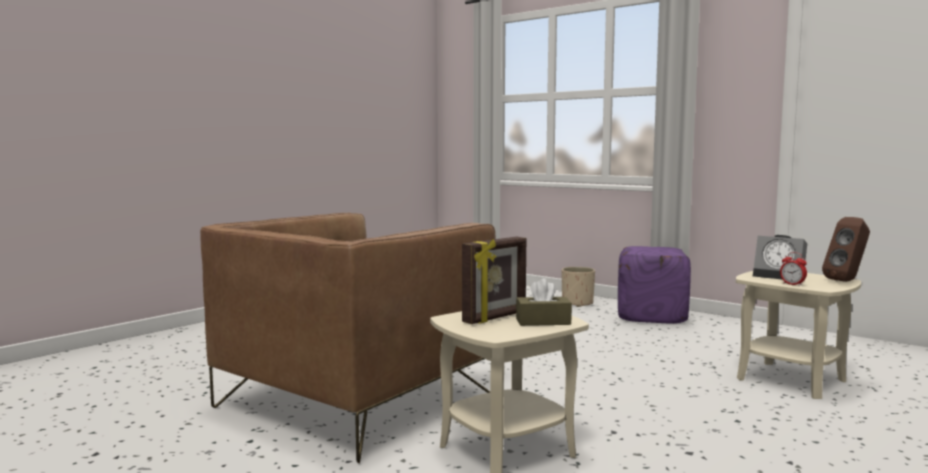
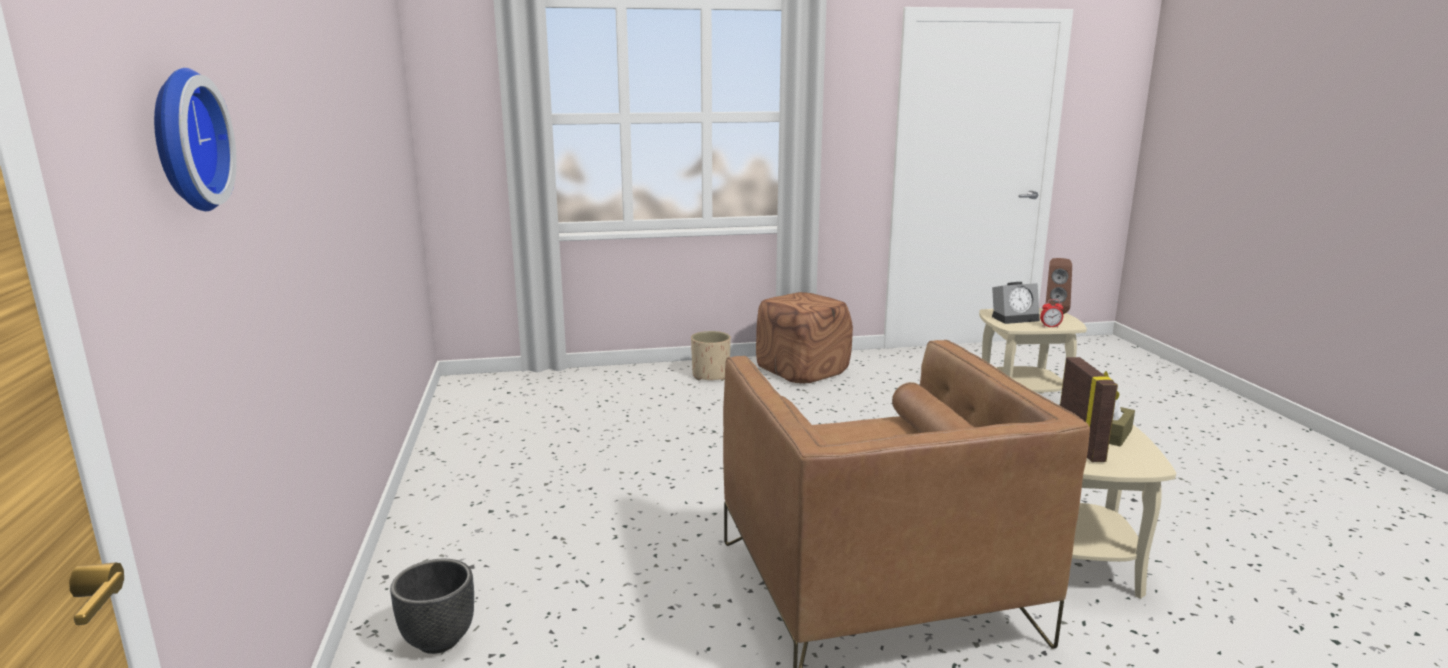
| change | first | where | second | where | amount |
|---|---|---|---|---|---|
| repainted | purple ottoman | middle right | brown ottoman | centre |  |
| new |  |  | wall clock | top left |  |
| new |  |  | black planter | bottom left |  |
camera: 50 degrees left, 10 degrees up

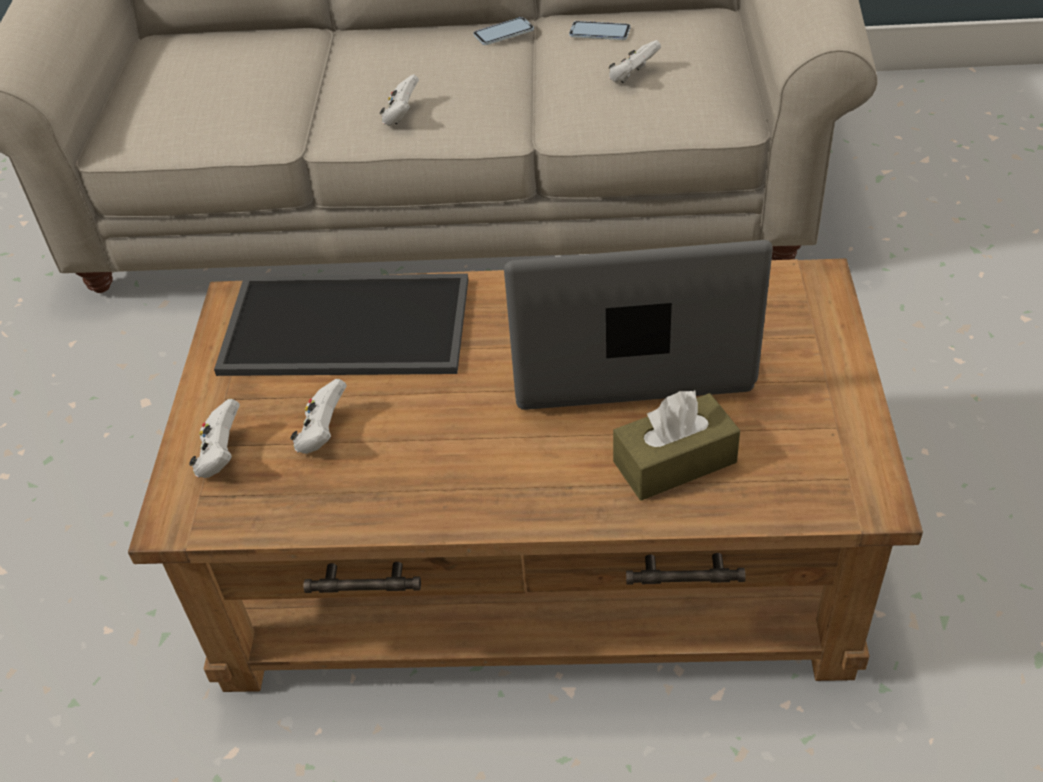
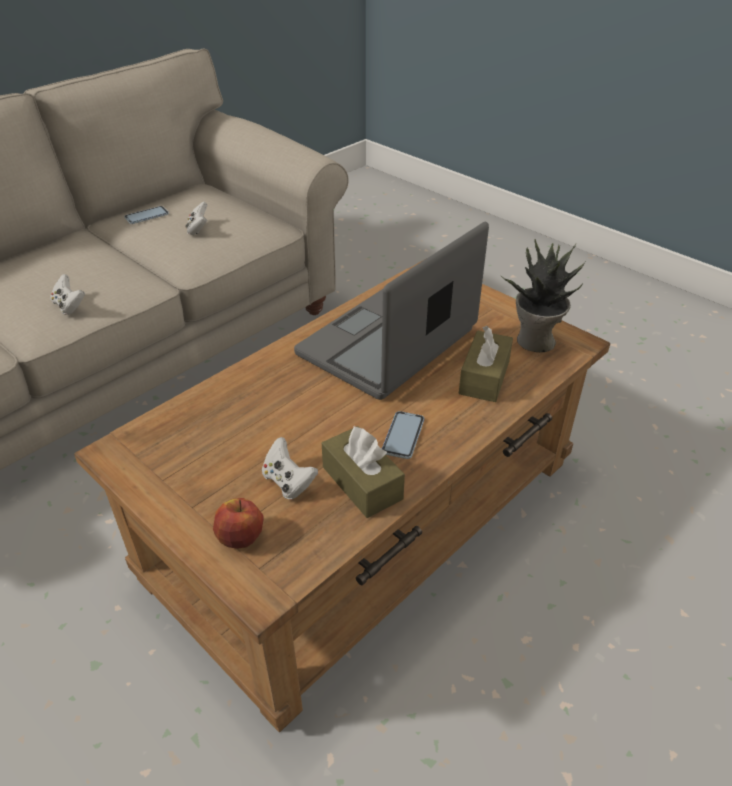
| change | first | where | second | where | amount |
|---|---|---|---|---|---|
| shifted | phone (no. 1 from left in the first image) | top centre | phone (no. 2 from left) | centre |  |
| gone | tray | middle left |  |  |  |
| swapped | white game controller (no. 1 from left) | middle left | apple | middle left |  |
| new |  |  | potted plant | middle right |  |
| new |  |  | brown tissue box (no. 1 from left) | centre |  |
camera: 50 degrees left, 5 degrees down

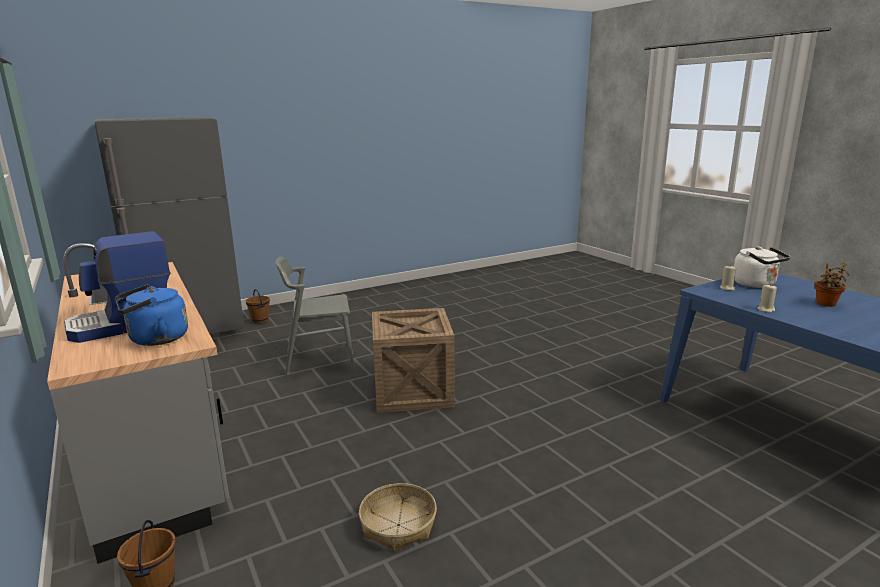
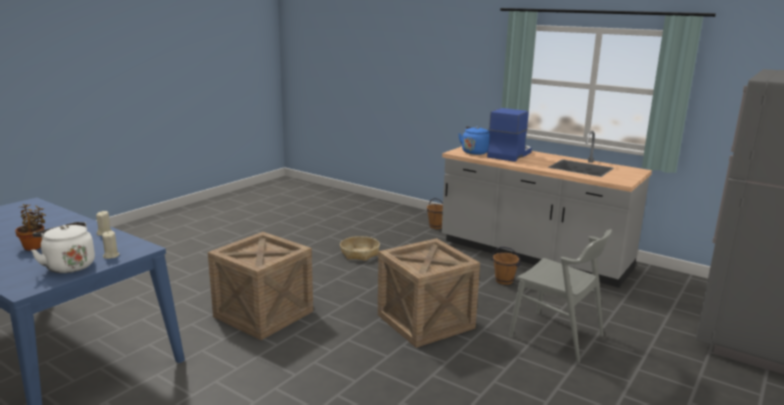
| change | first | where | second | where | amount |
|---|---|---|---|---|---|
| rotated | grey chair | centre |  | bottom right | 75 degrees clockwise |
| shifted | brown bucket (no. 2 from left) | middle left |  | centre |  |
| new |  |  | crate (no. 1 from left) | bottom left |  |
camera: 155 degrees right, 0 degrees up

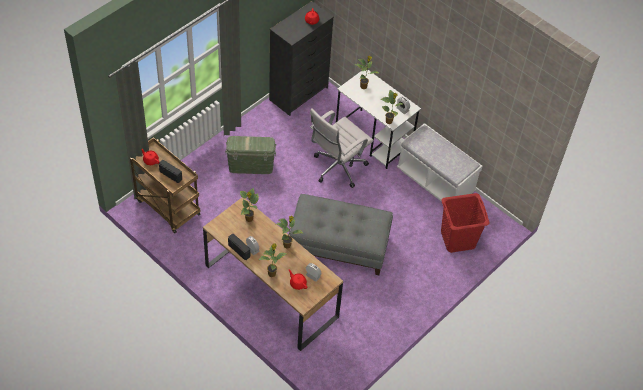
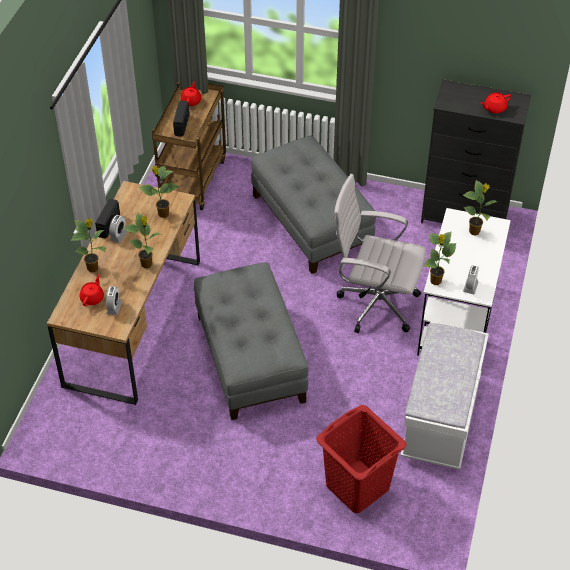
| change | first | where | second | where | amount |
|---|---|---|---|---|---|
| swapped | green storage box | centre | grey ottoman (no. 2 from left) | centre |  |
camera: 65 degrees right, 5 degrees down

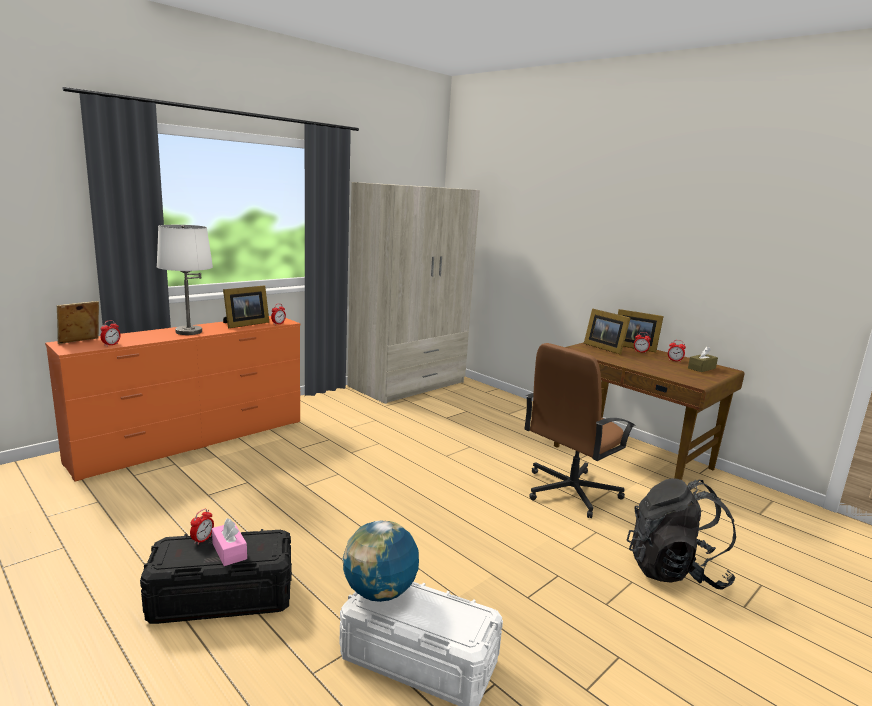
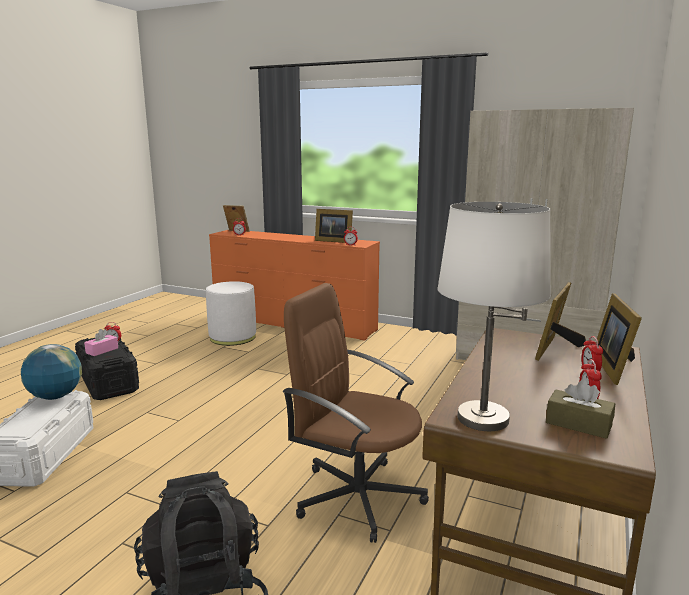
| change | first | where | second | where | amount |
|---|---|---|---|---|---|
| shifted | white table lamp | middle left |  | middle right |  |
| new |  |  | white ottoman | centre |  |
camera: 70 degrees right, 0 degrees up

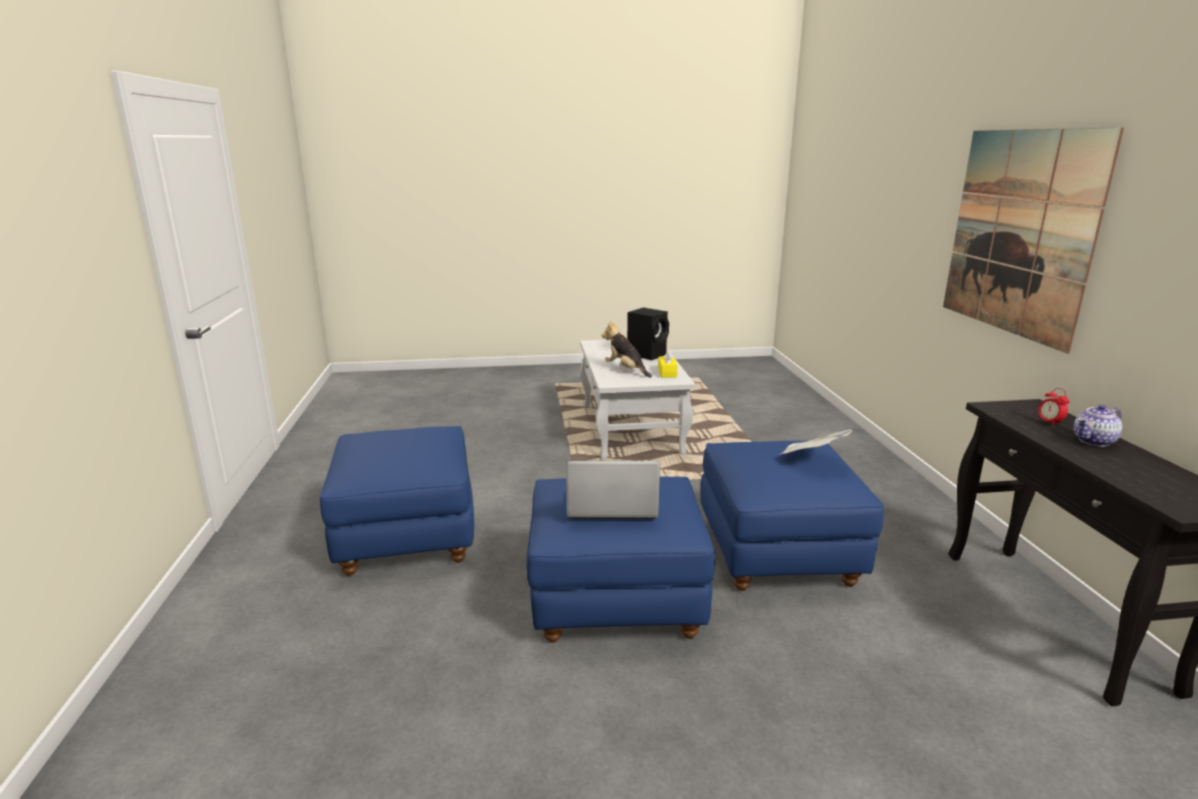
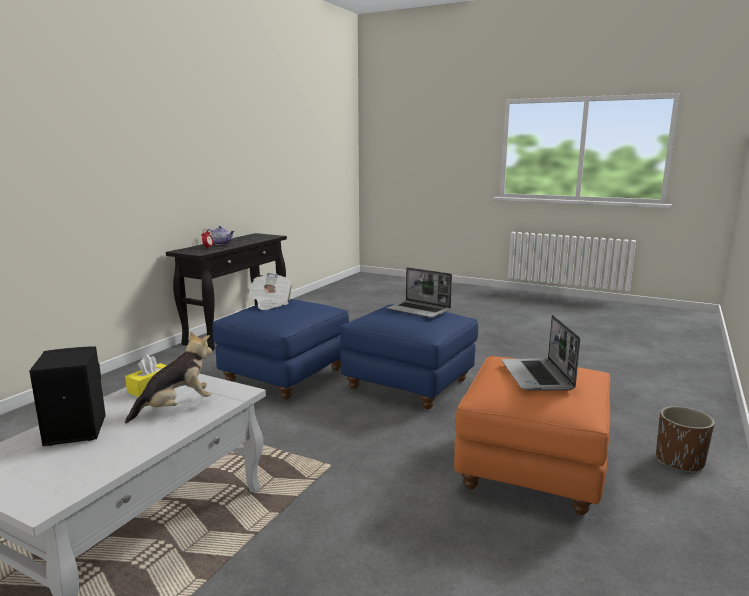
| change | first | where | second | where | amount |
|---|---|---|---|---|---|
| gone | picture | top right |  |  |  |
| rotated | plush toy | centre |  | middle left | 120 degrees counterclockwise |
| repainted | blue ottoman (no. 1 from left) | middle left | orange ottoman | bottom right |  |
| new |  |  | laptop (no. 2 from left) | middle right |  |
| new |  |  | brown planter | bottom right |  |
camera: 145 degrees left, 5 degrees down

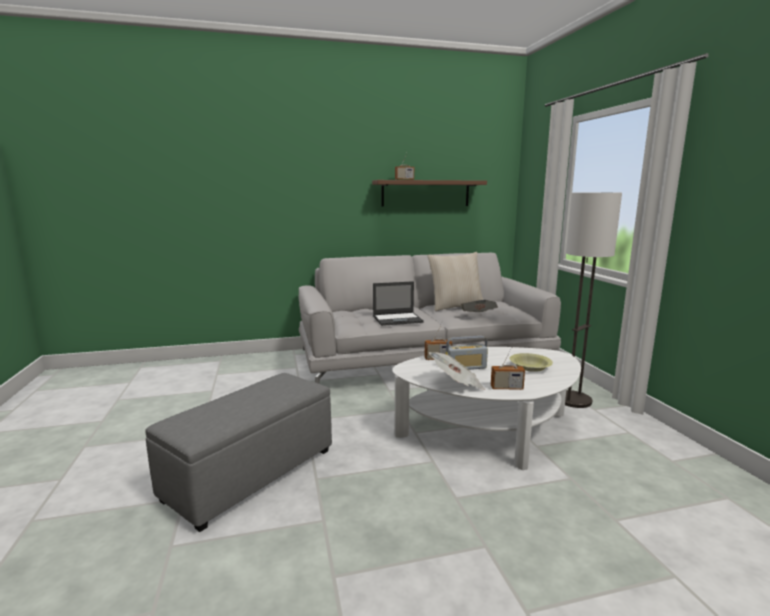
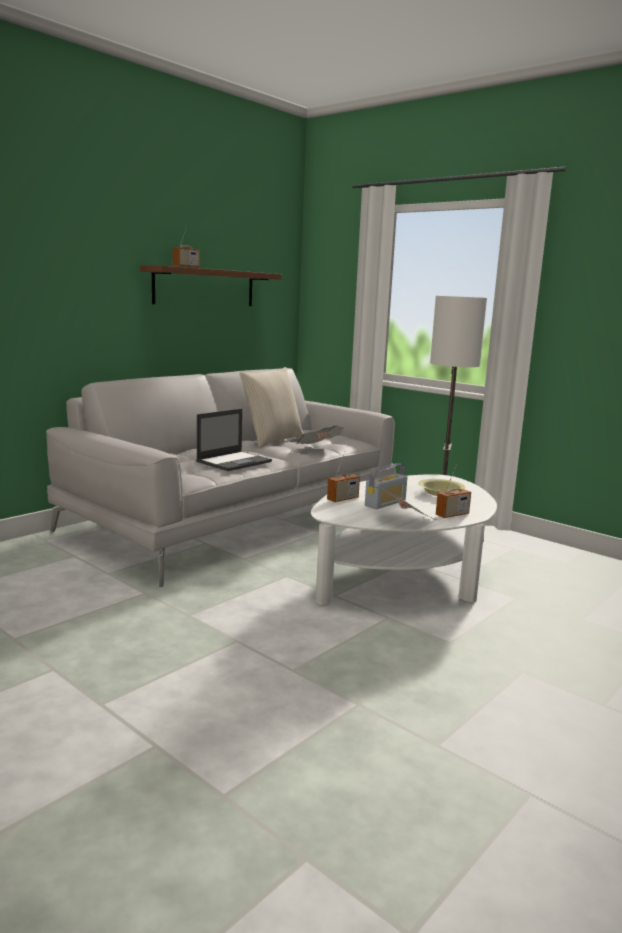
| change | first | where | second | where | amount |
|---|---|---|---|---|---|
| gone | grey ottoman | bottom left |  |  |  |
camera: 35 degrees left, 0 degrees up

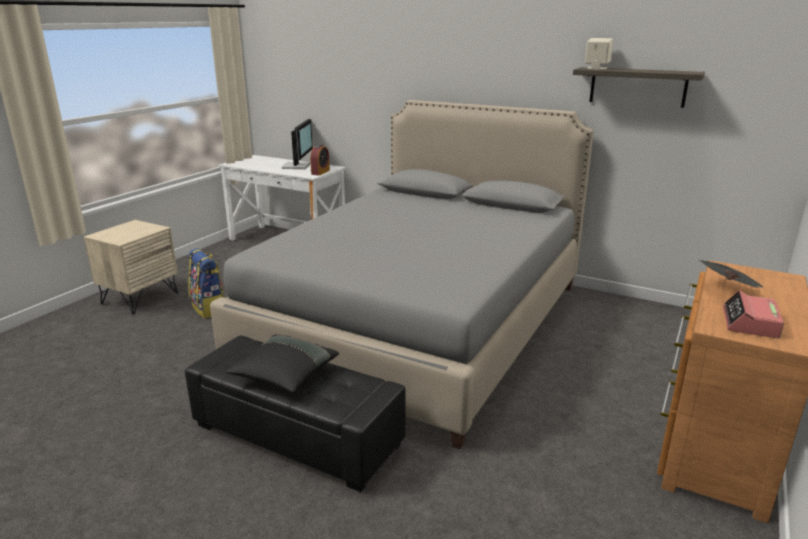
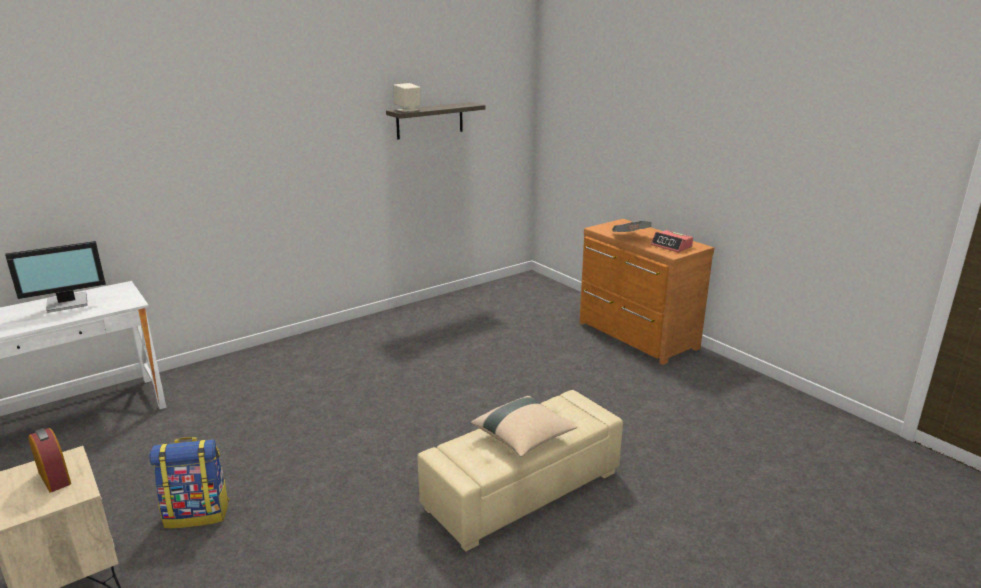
| change | first | where | second | where | amount |
|---|---|---|---|---|---|
| gone | grey bed | centre |  |  |  |
| rotated | monitor | top centre |  | middle left | 120 degrees clockwise |
| shifted | alarm clock (no. 1 from left) | top centre |  | bottom left |  |
| repainted | black ottoman | bottom centre | beige ottoman | bottom centre |  |
| repainted | black pillow | bottom centre | beige pillow | bottom centre |  |
camera: 65 degrees left, 0 degrees up

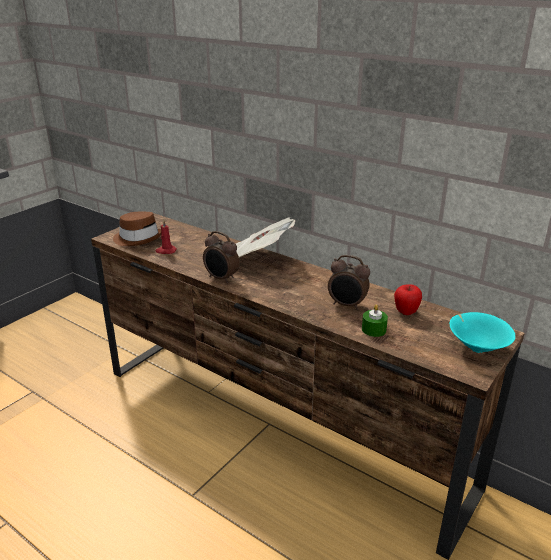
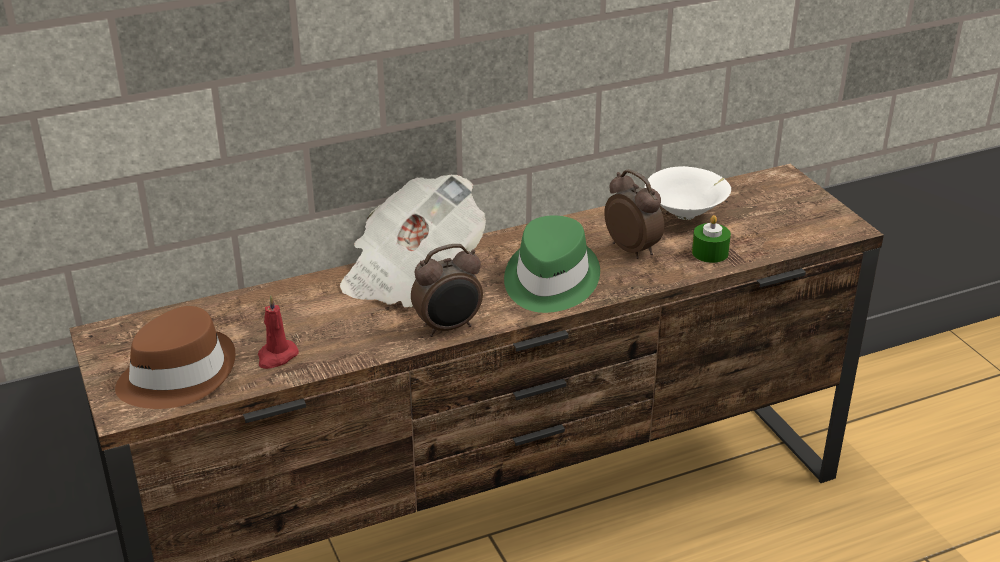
| change | first | where | second | where | amount |
|---|---|---|---|---|---|
| rotated | alarm clock (no. 2 from left) | centre |  | centre | 90 degrees counterclockwise |
| swapped | apple | middle right | white bowl | middle right |  |
| gone | turquoise bowl | middle right |  |  |  |
| new |  |  | green hat | centre |  |
camera: 60 degrees left, 5 degrees up

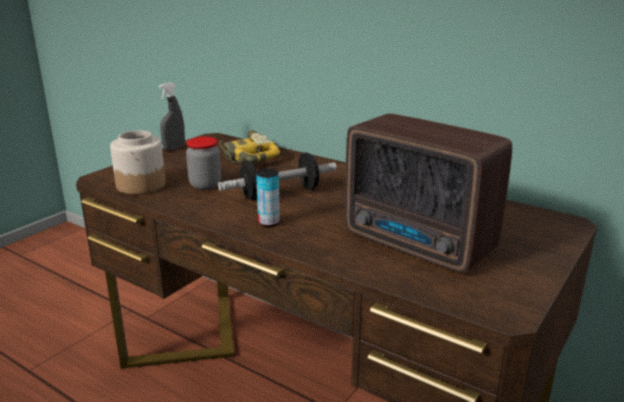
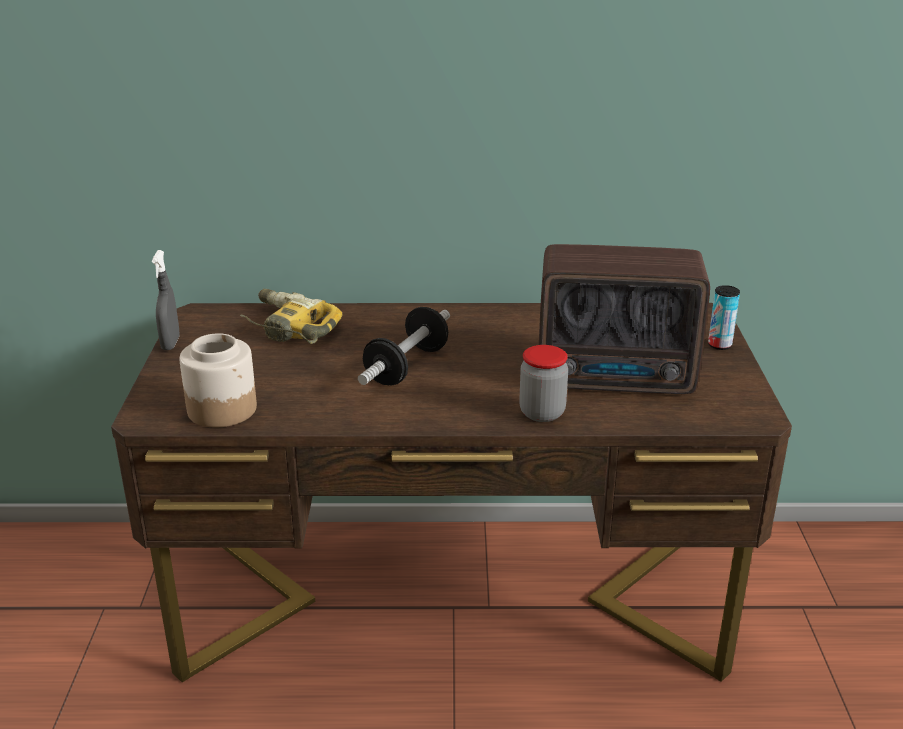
| change | first | where | second | where | amount |
|---|---|---|---|---|---|
| shifted | jar (no. 2 from left) | middle left |  | centre |  |
| shifted | can | centre |  | middle right |  |
camera: 35 degrees left, 5 degrees up

